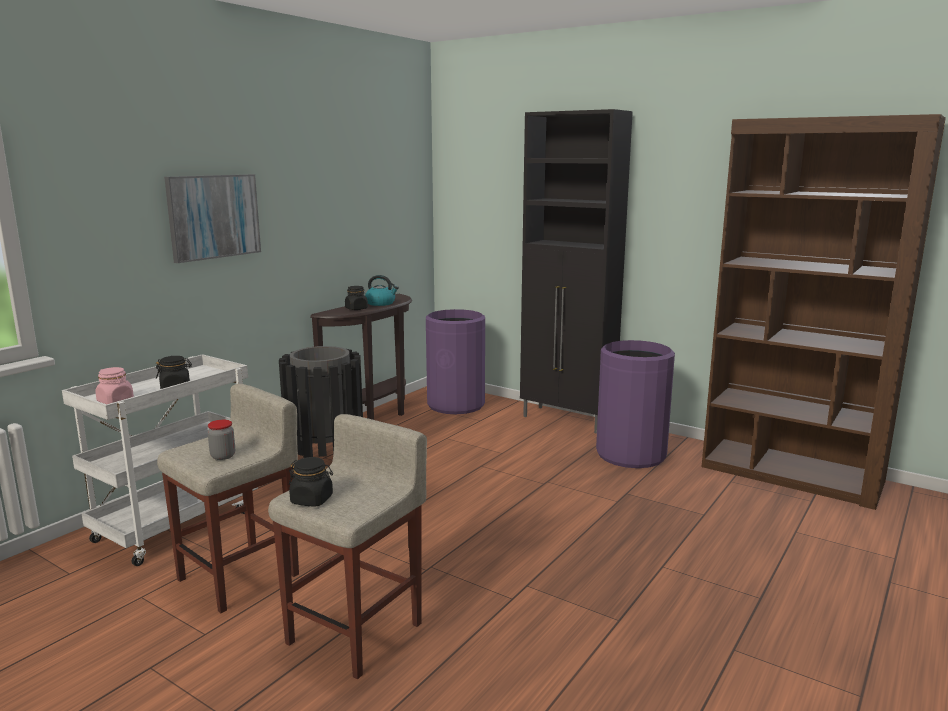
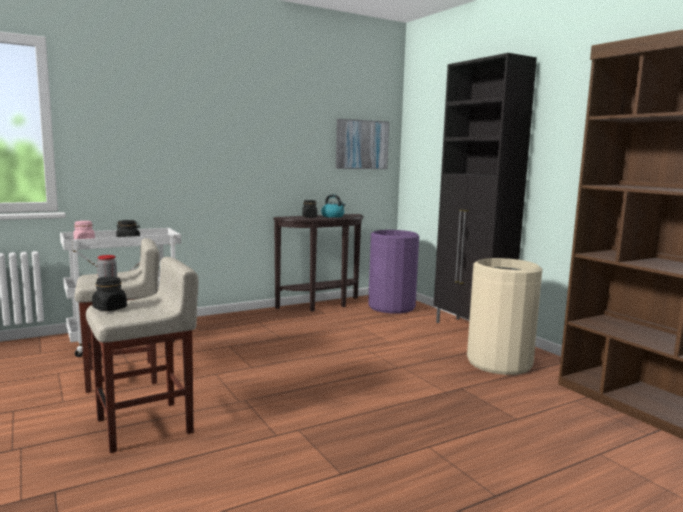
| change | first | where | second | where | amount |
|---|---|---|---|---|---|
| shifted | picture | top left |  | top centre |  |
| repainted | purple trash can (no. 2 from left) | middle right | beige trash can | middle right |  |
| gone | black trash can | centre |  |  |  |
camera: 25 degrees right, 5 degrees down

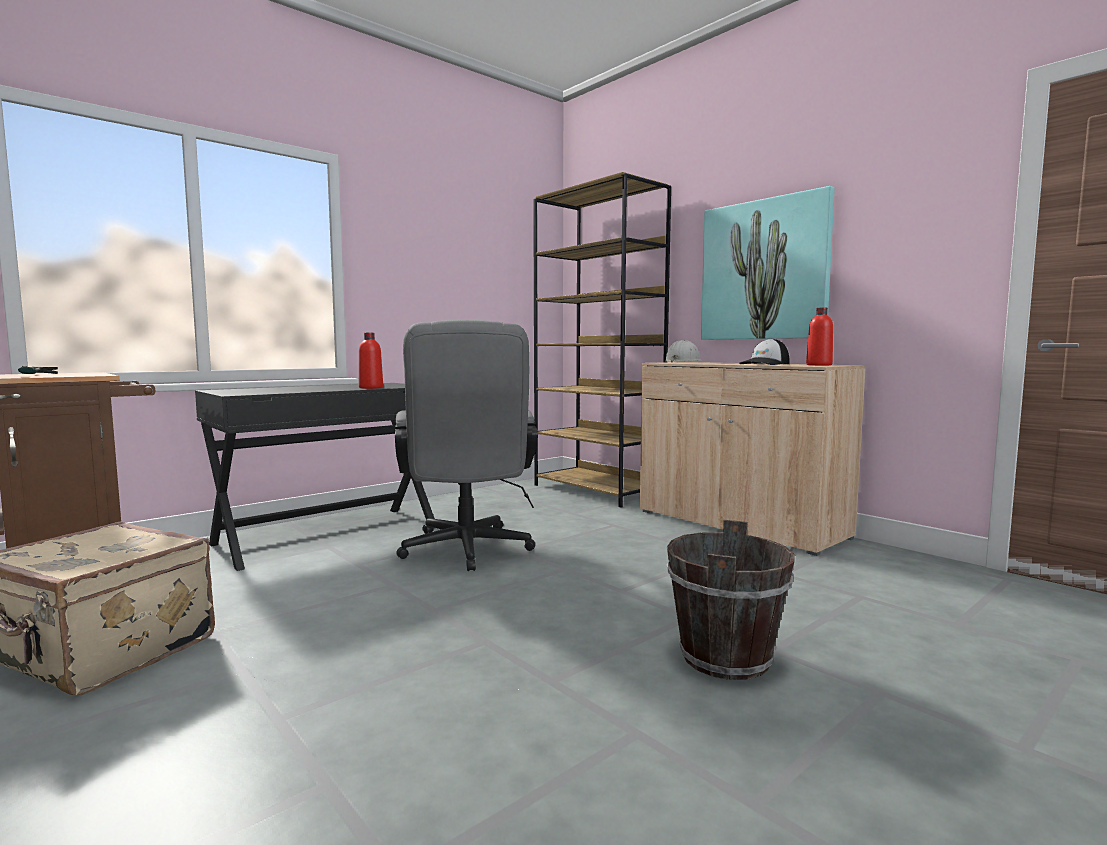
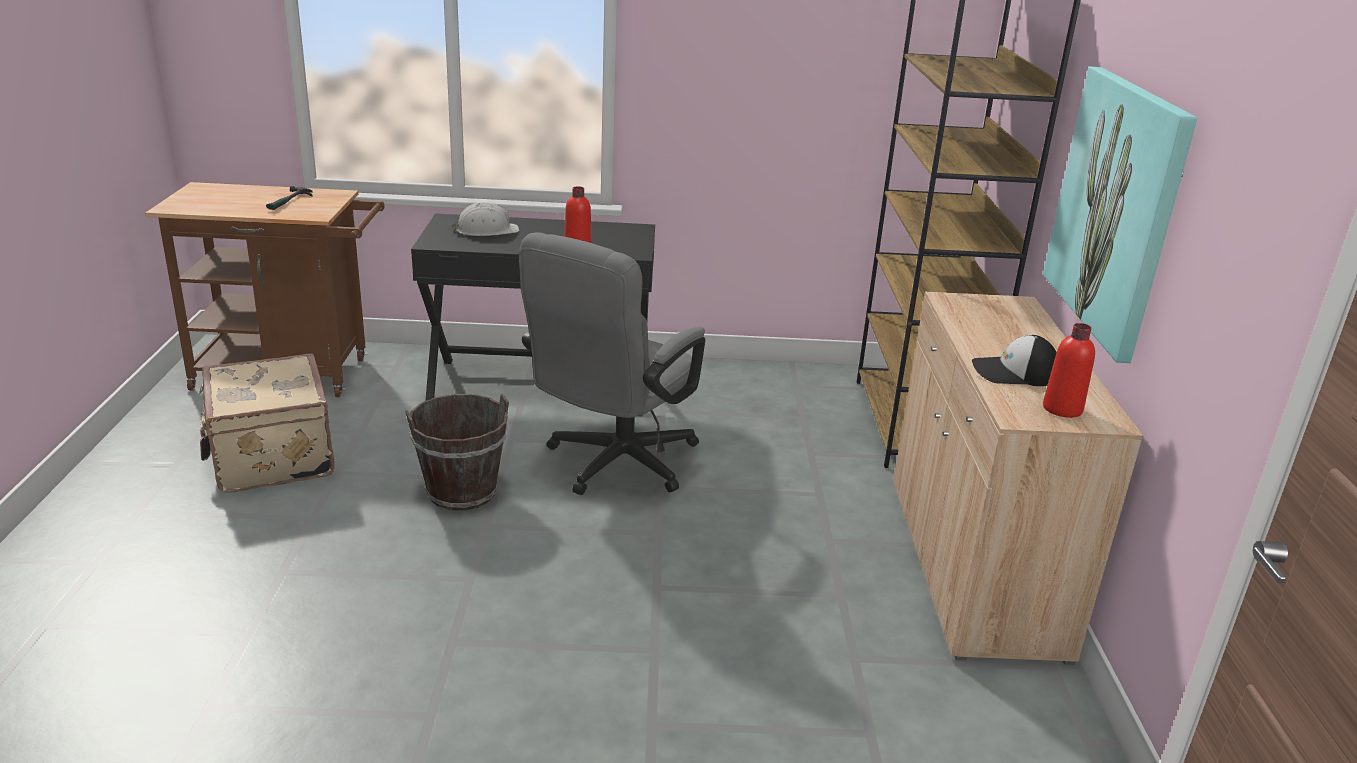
| change | first | where | second | where | amount |
|---|---|---|---|---|---|
| shifted | white hard hat | centre |  | top centre |  |
| shifted | brown bucket | bottom centre |  | centre |  |
camera: 40 degrees right, 20 degrees up

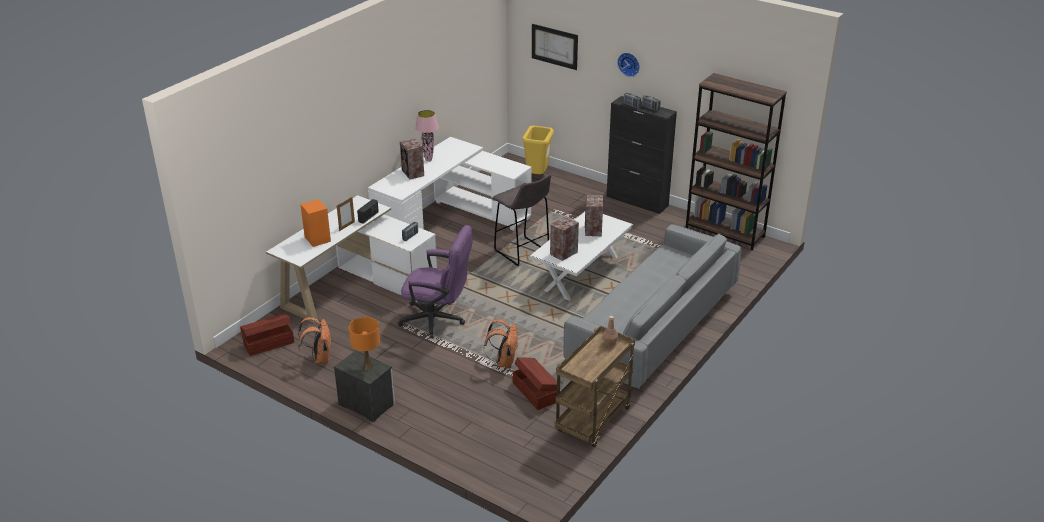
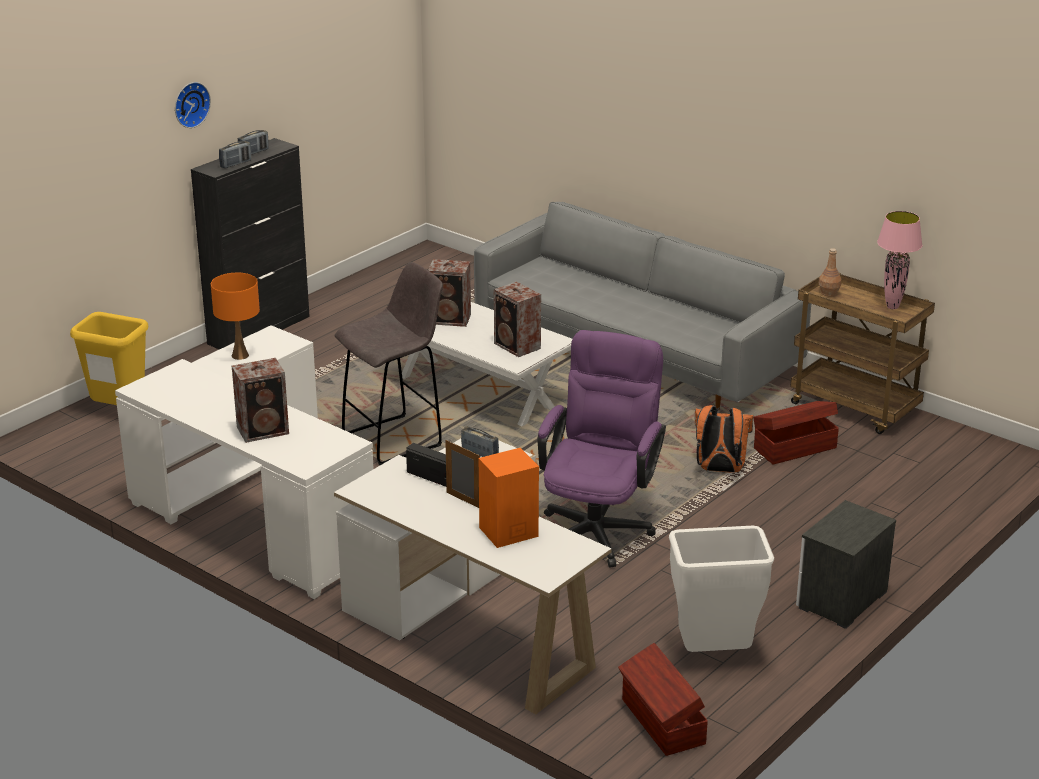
| change | first | where | second | where | amount |
|---|---|---|---|---|---|
| gone | picture | top centre |  |  |  |
| gone | brown bookcase | top right |  |  |  |
| shifted | pink table lamp | top centre |  | middle right |  |
| swapped | orange backpack (no. 1 from left) | middle left | white trash can | bottom right |  |
| shifted | orange table lamp | centre |  | middle left |  |
camera: 85 degrees left, 5 degrees down

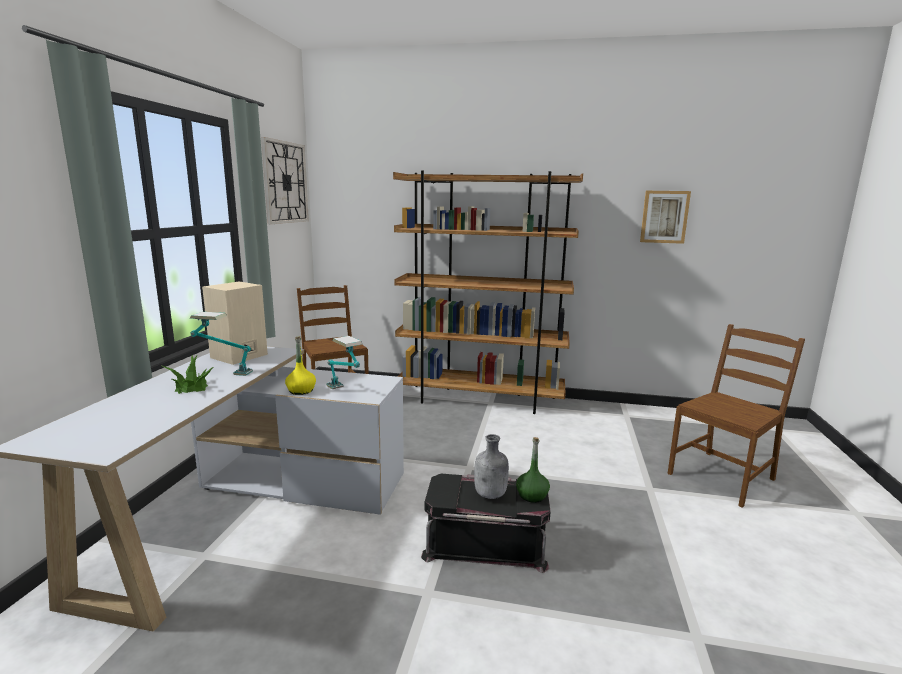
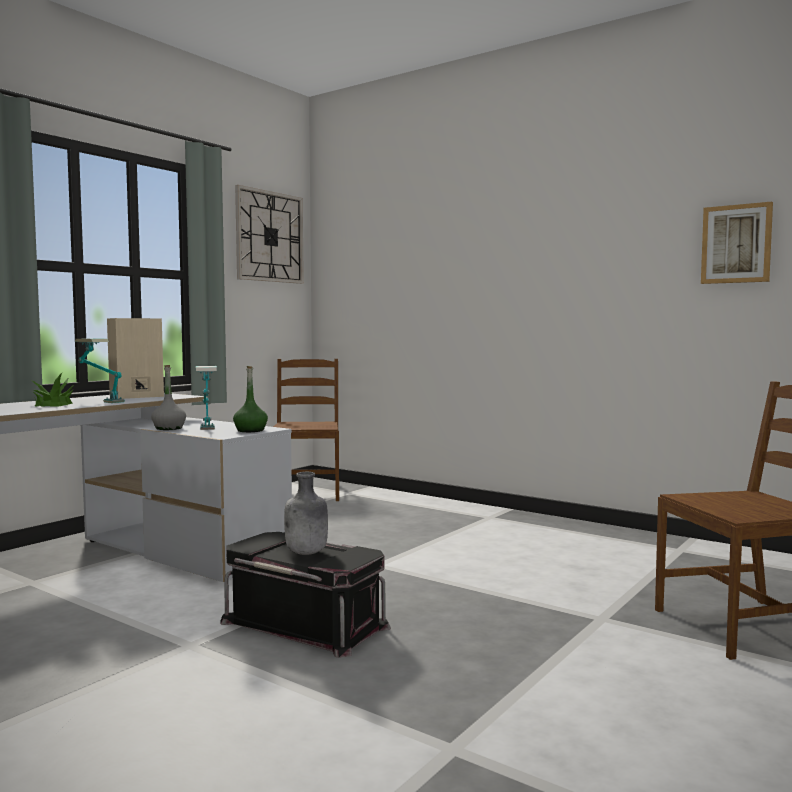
| change | first | where | second | where | amount |
|---|---|---|---|---|---|
| gone | brown bookcase | centre |  |  |  |
| repainted | yellow bottle | middle left | grey bottle (no. 1 from left) | middle left |  |
| shifted | green bottle | bottom centre |  | middle left |  |
camera: 25 degrees right, 10 degrees down

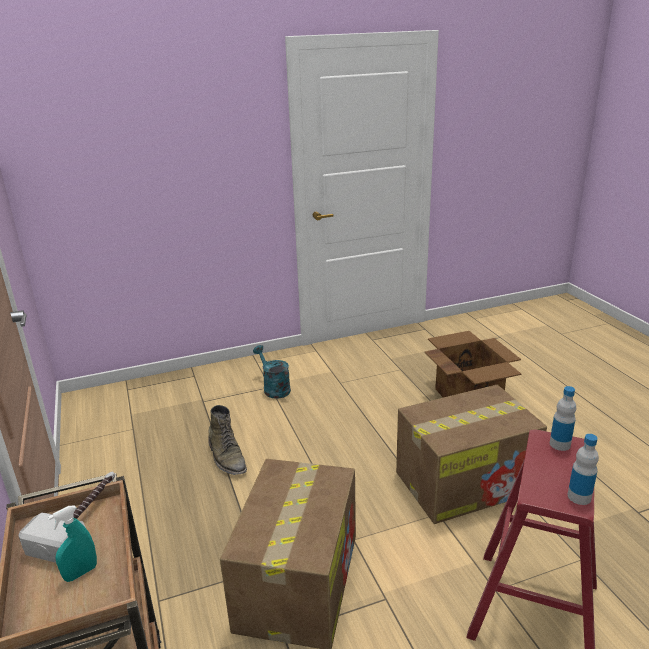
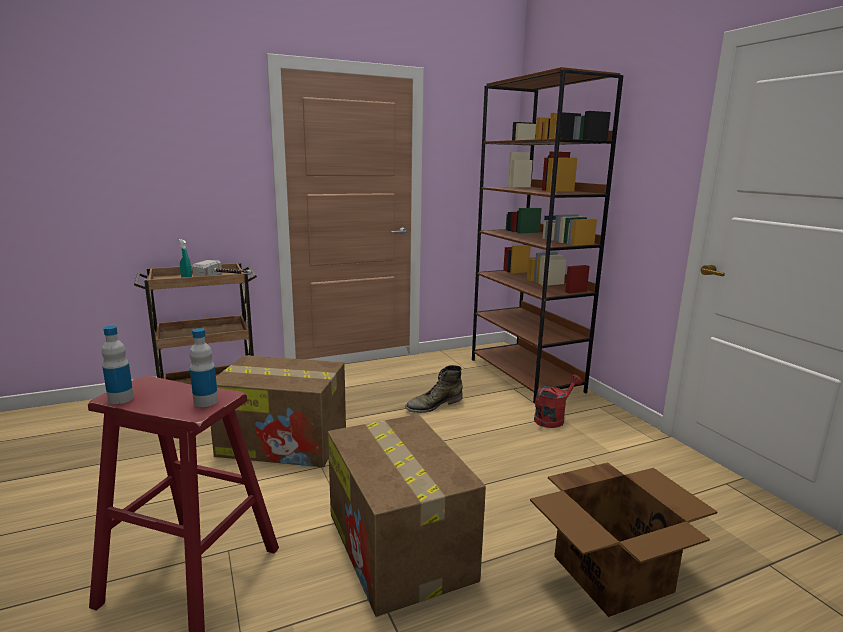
| change | first | where | second | where | amount |
|---|---|---|---|---|---|
| repainted | turquoise watering can | centre | red watering can | centre |  |
| new |  |  | brown bookcase | centre |  |
camera: 85 degrees right, 10 degrees down

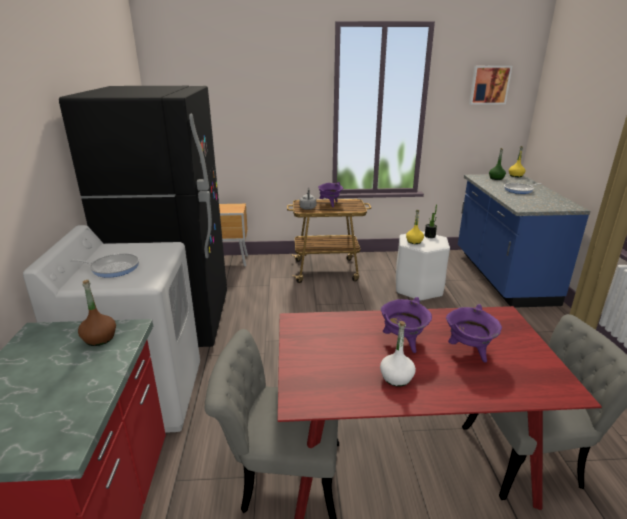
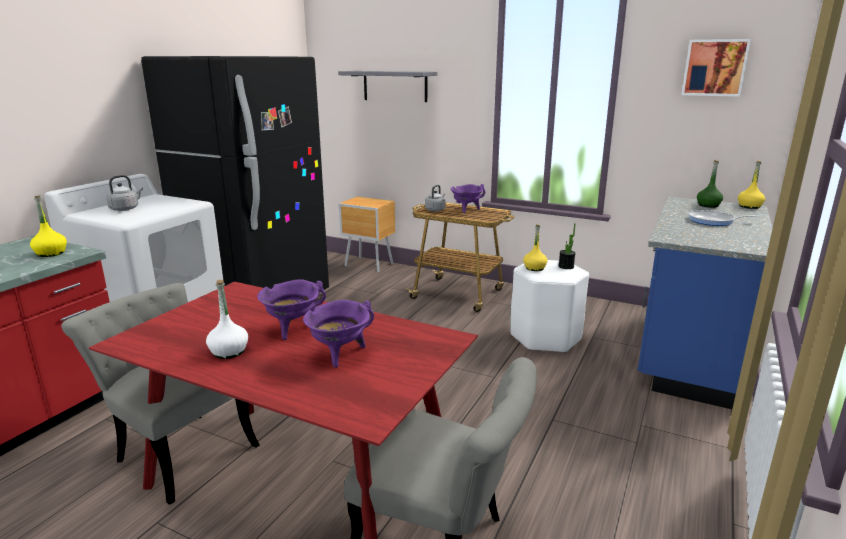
| change | first | where | second | where | amount |
|---|---|---|---|---|---|
| swapped | frying pan (no. 1 from left) | middle left | grey kettle (no. 1 from left) | middle left |  |
| repainted | brown bottle | middle left | yellow bottle (no. 1 from left) | middle left |  |
| new |  |  | grey shelf | top centre |  |
camera: 30 degrees right, 5 degrees down

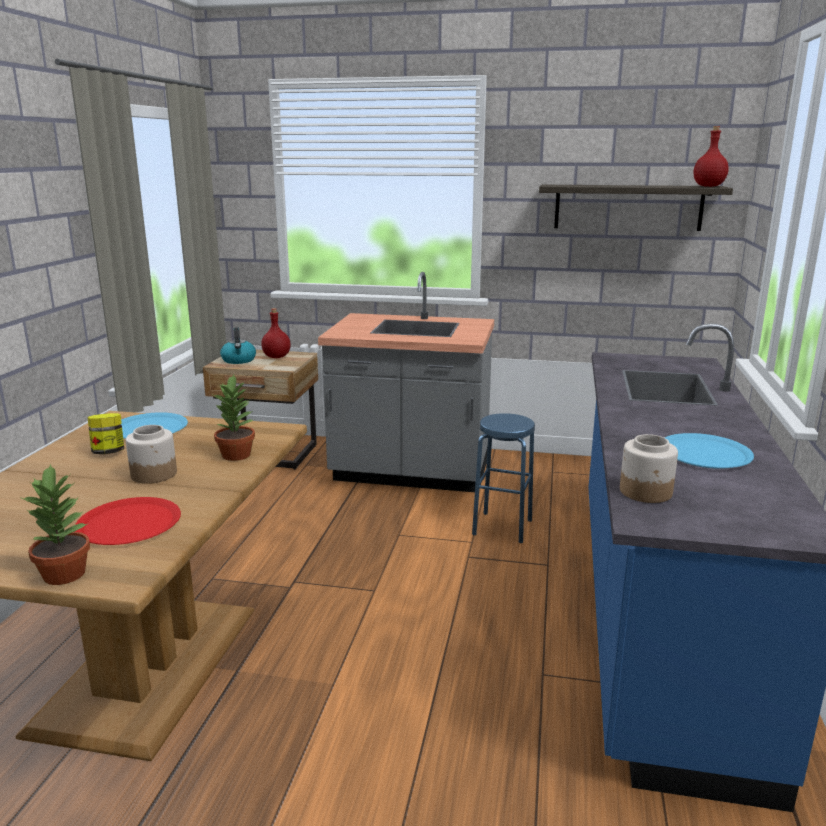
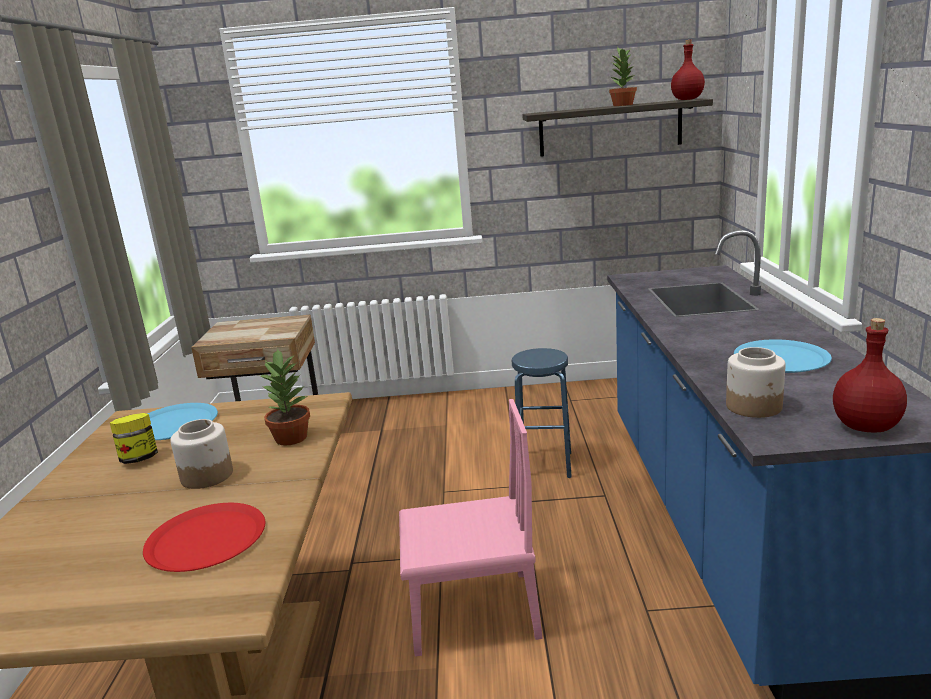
| change | first | where | second | where | amount |
|---|---|---|---|---|---|
| gone | grey counter | centre |  |  |  |
| shifted | red bottle (no. 1 from left in the first image) | centre | red bottle (no. 2 from left) | middle right |  |
| gone | kettle | middle left |  |  |  |
| shifted | potted plant (no. 1 from left in the first image) | middle left | potted plant (no. 2 from left) | top right |  |
| new |  |  | pink chair | bottom centre |  |
camera: 10 degrees left, 0 degrees up

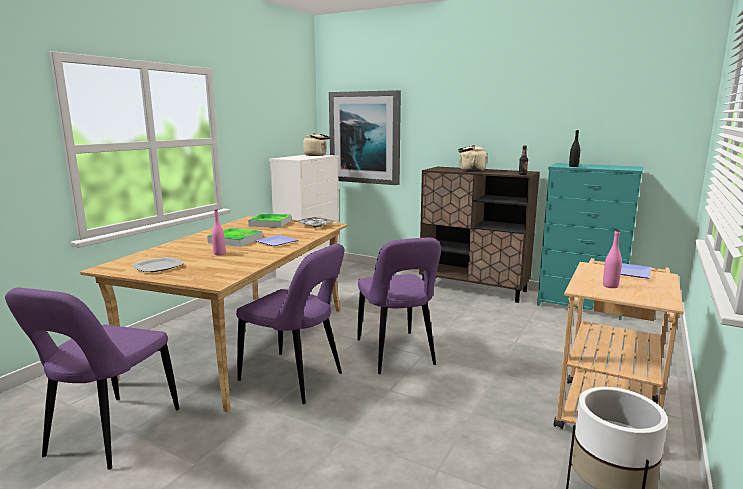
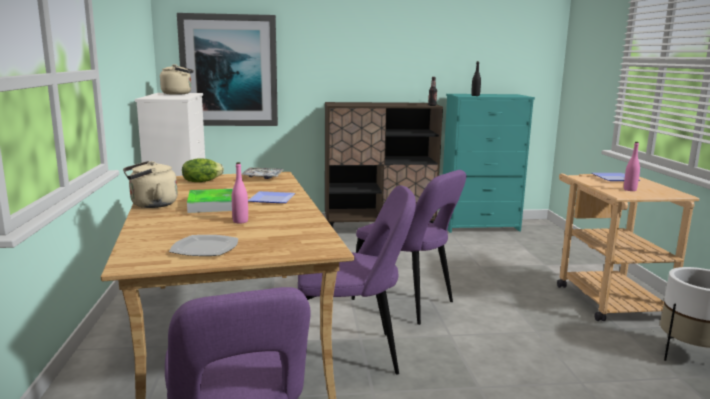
| change | first | where | second | where | amount |
|---|---|---|---|---|---|
| shifted | beige kettle (no. 2 from left in the first image) | top centre | beige kettle (no. 1 from left) | middle left |  |
| swapped | tray (no. 2 from left) | centre | lettuce | middle left |  |
camera: 35 degrees left, 0 degrees up

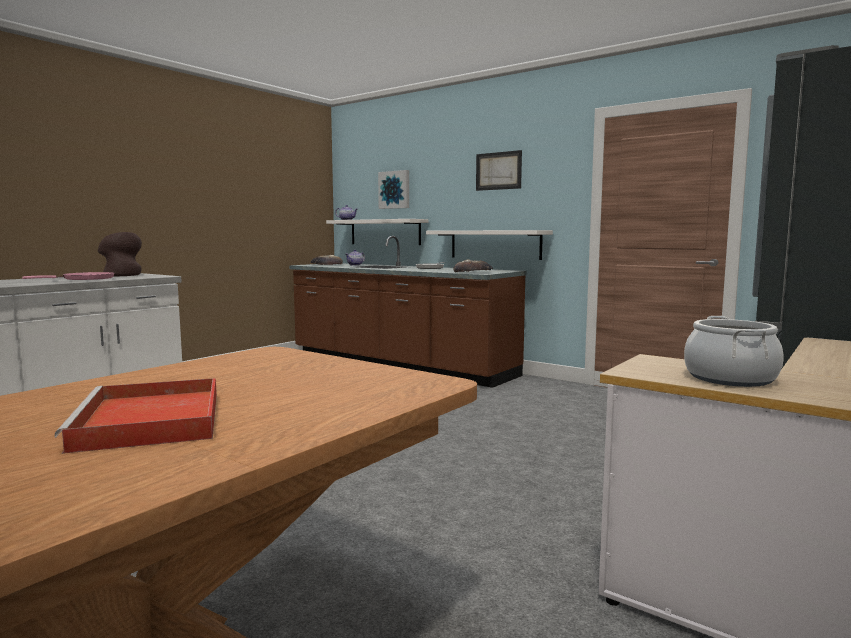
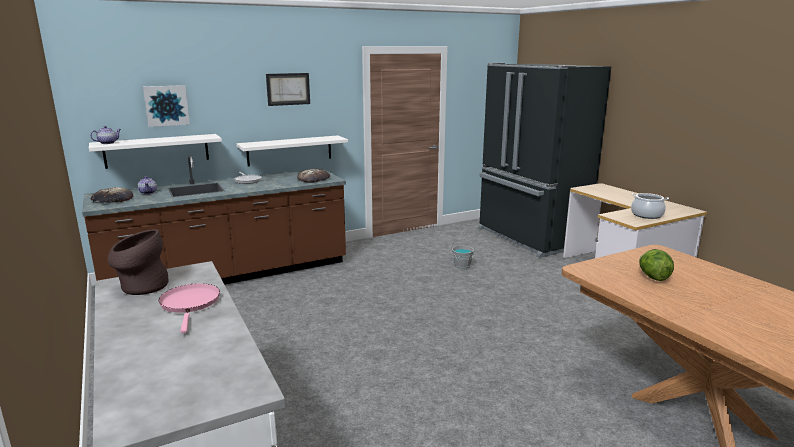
| change | first | where | second | where | amount |
|---|---|---|---|---|---|
| gone | red tray | middle left |  |  |  |
| new |  |  | grey bucket | centre |  |
| new |  |  | lettuce | middle right |  |
camera: 65 degrees left, 10 degrees up

